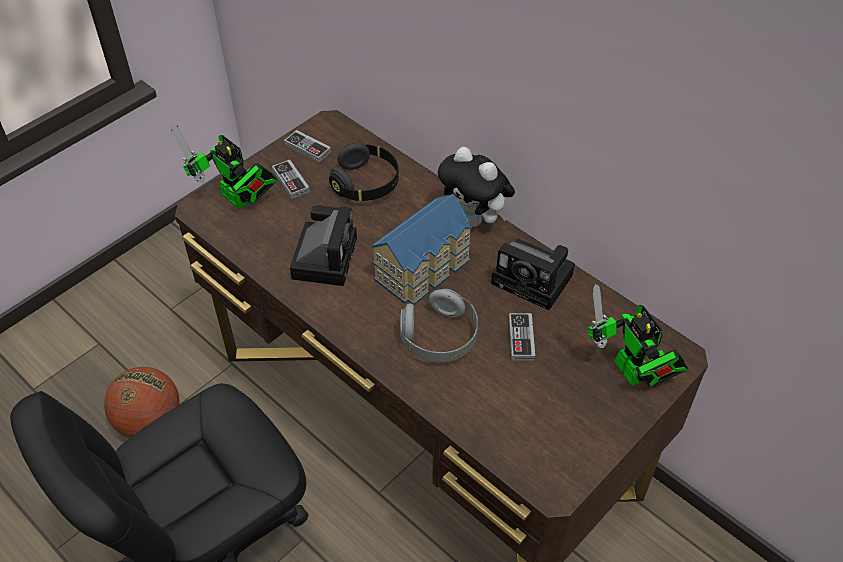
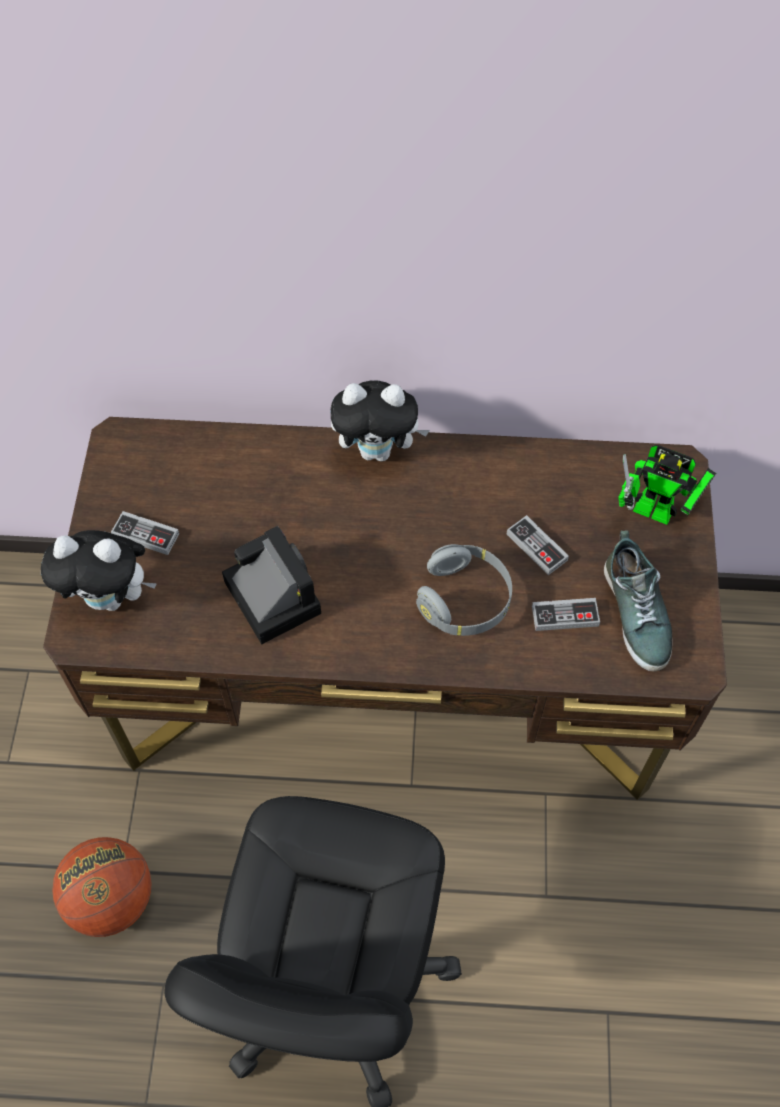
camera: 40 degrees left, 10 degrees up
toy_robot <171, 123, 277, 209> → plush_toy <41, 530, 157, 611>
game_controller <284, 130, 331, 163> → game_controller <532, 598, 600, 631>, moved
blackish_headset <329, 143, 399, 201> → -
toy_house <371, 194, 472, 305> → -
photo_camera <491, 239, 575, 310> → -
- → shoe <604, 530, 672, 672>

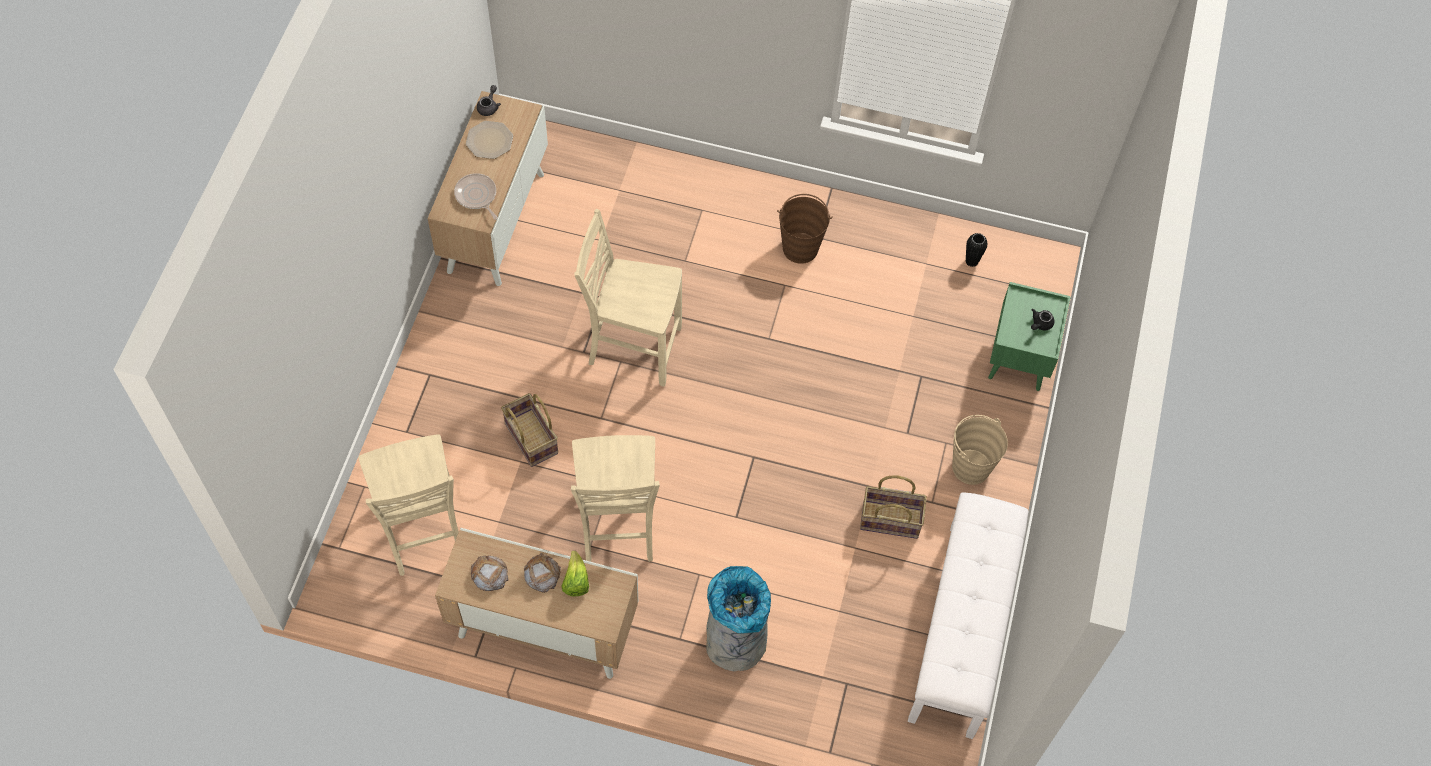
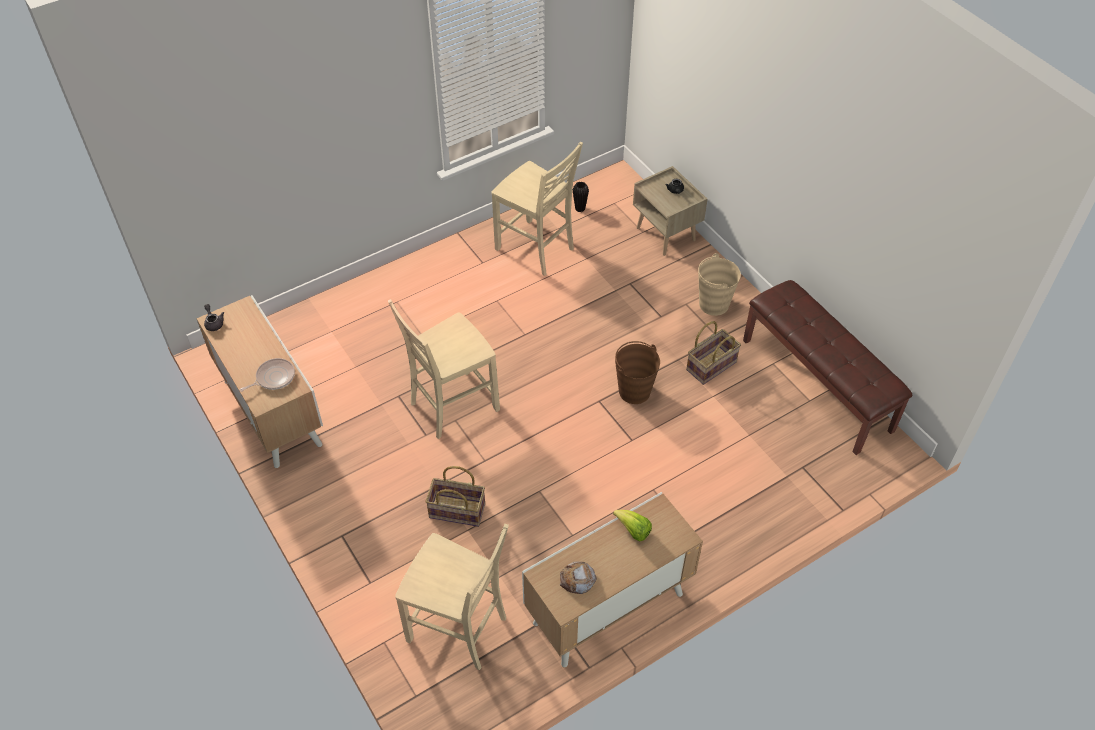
camera: 45 degrees left, 10 degrees down
flat_dish <466, 121, 513, 159> → -
frying_pan <454, 173, 498, 220> → frying_pan <239, 358, 295, 392>, 135 degrees clockwise
brown_bucket <777, 194, 833, 264> → brown_bucket <615, 341, 660, 404>, moved
green_night_table <988, 282, 1071, 391> → beige_night_table <633, 166, 708, 256>
beige_chair <571, 435, 660, 562> → beige_chair <491, 142, 583, 276>, moved
whitish_bench <908, 492, 1029, 739> → brown_bench <743, 280, 912, 455>
baked_bread <524, 553, 561, 593> → -
greyish_waste_bin <706, 566, 771, 671> → -

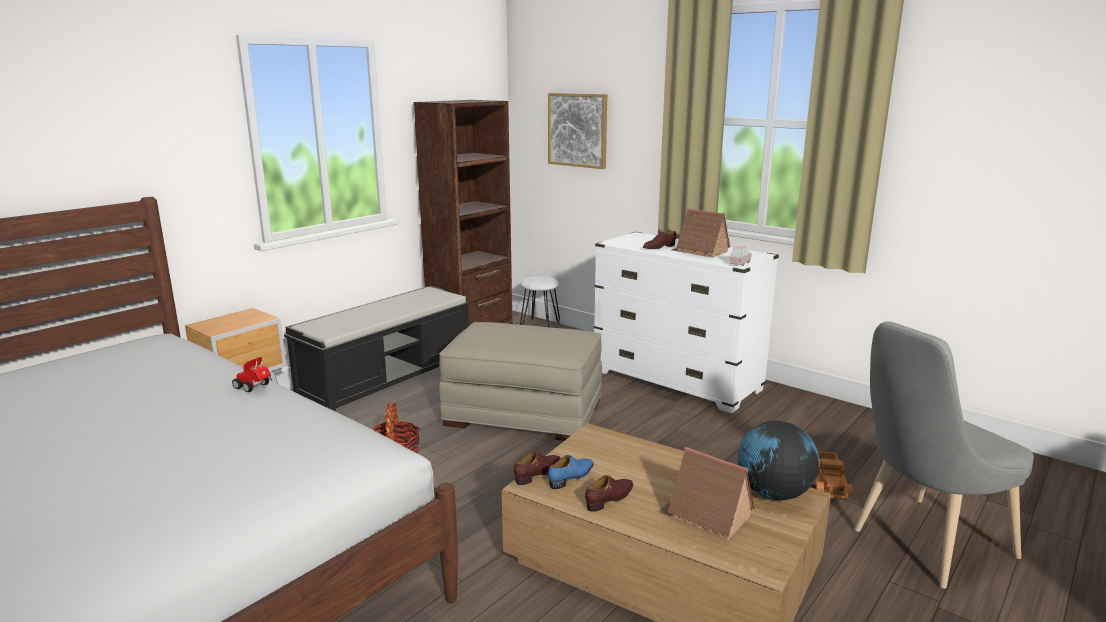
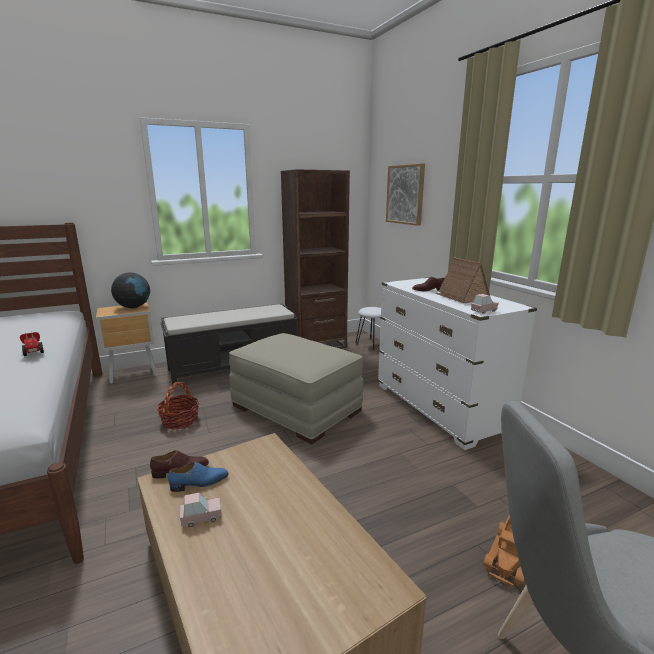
camera: 25 degrees right, 0 degrees up
globe <738, 421, 819, 500> → globe <111, 272, 150, 309>, moved
toy_house <659, 447, 755, 541> → -
brown_shoe <585, 475, 633, 512> → pink-coloured_miniature_car <180, 493, 221, 527>

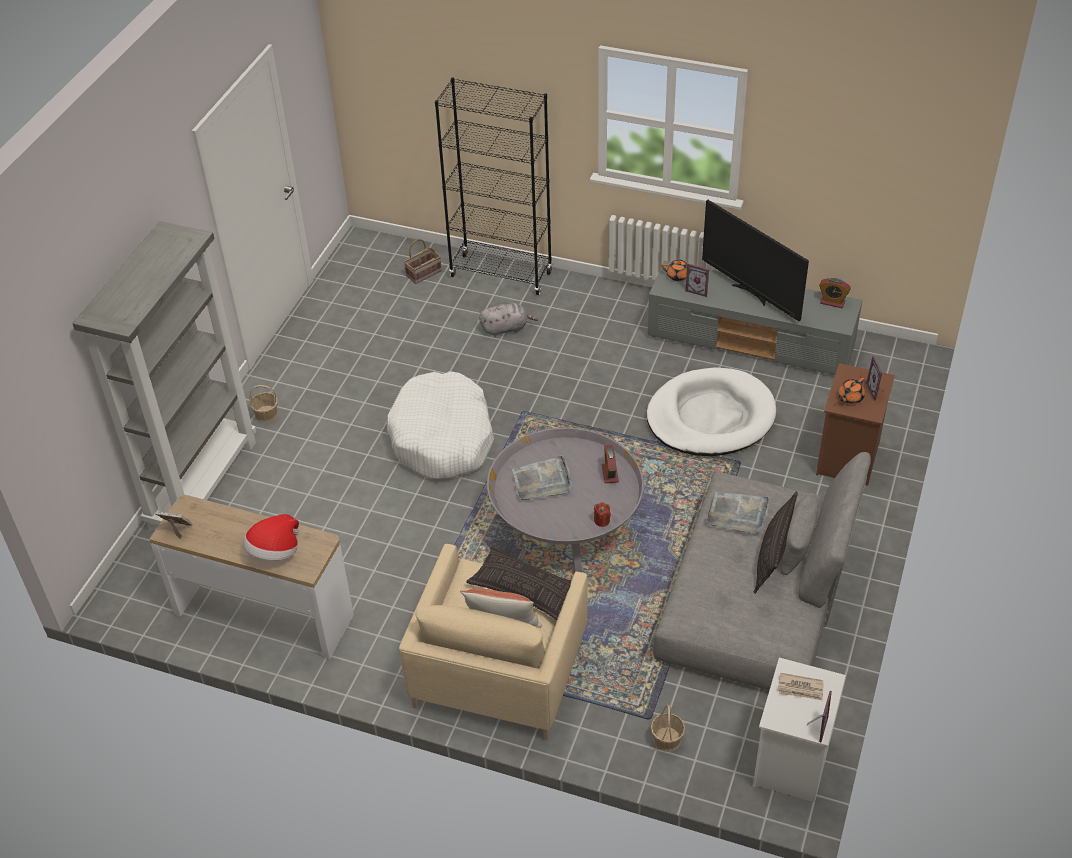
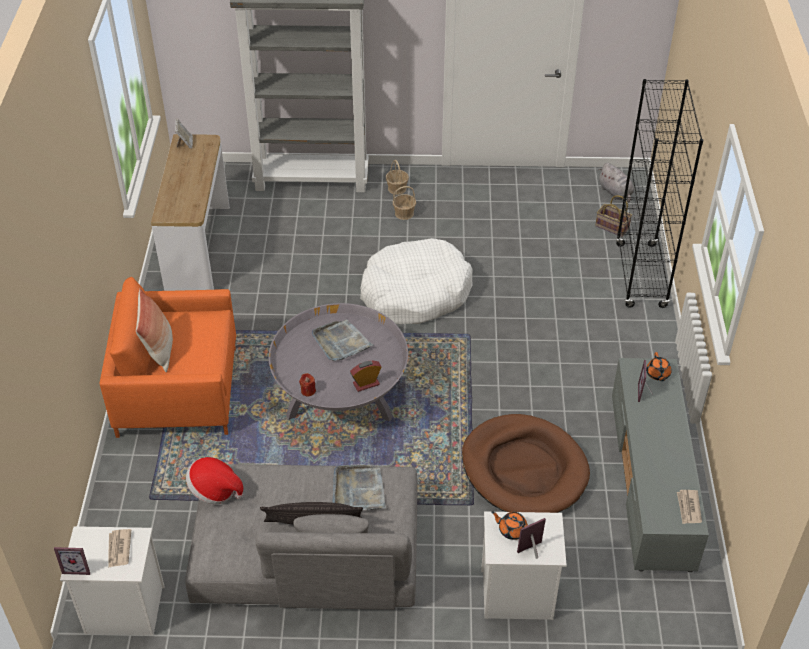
camera: 70 degrees right, 0 degrees up
TV <702, 200, 809, 321> → -
table_clock <819, 278, 851, 308> → daily_paper <677, 490, 702, 524>
greyish_plush_toy <479, 303, 538, 337> → greyish_plush_toy <599, 163, 634, 203>, moved
brown_night_table <816, 363, 895, 486> → whitish_night_table <481, 511, 567, 620>
whitish_dog_bed <647, 368, 776, 456> → brown_dog_bed <462, 414, 590, 513>
hat <243, 514, 299, 561> → hat <186, 457, 243, 504>, moved
beige_armchair <399, 544, 588, 740> → orangey_armchair <99, 277, 236, 438>
throw_pillow <466, 547, 571, 620> → -
basket <651, 705, 685, 752> → basket <392, 186, 416, 220>, moved

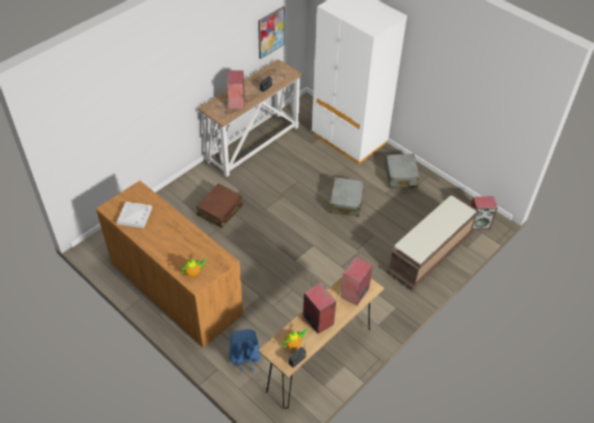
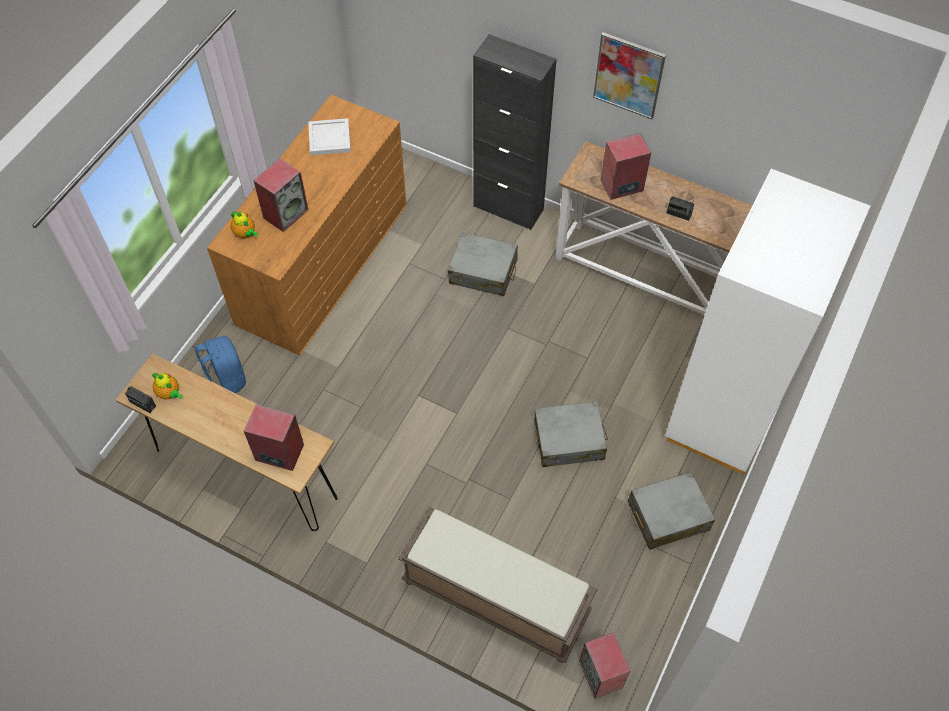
camera: 75 degrees right, 10 degrees up
wall_art <258, 6, 285, 59> → wall_art <593, 32, 666, 119>, moved
brown_suitcase <196, 183, 243, 228> → greyish_suitcase <448, 233, 518, 296>
speaker <303, 283, 336, 334> → speaker <254, 158, 308, 232>, moved
- → blackish_cupboard <473, 34, 557, 230>

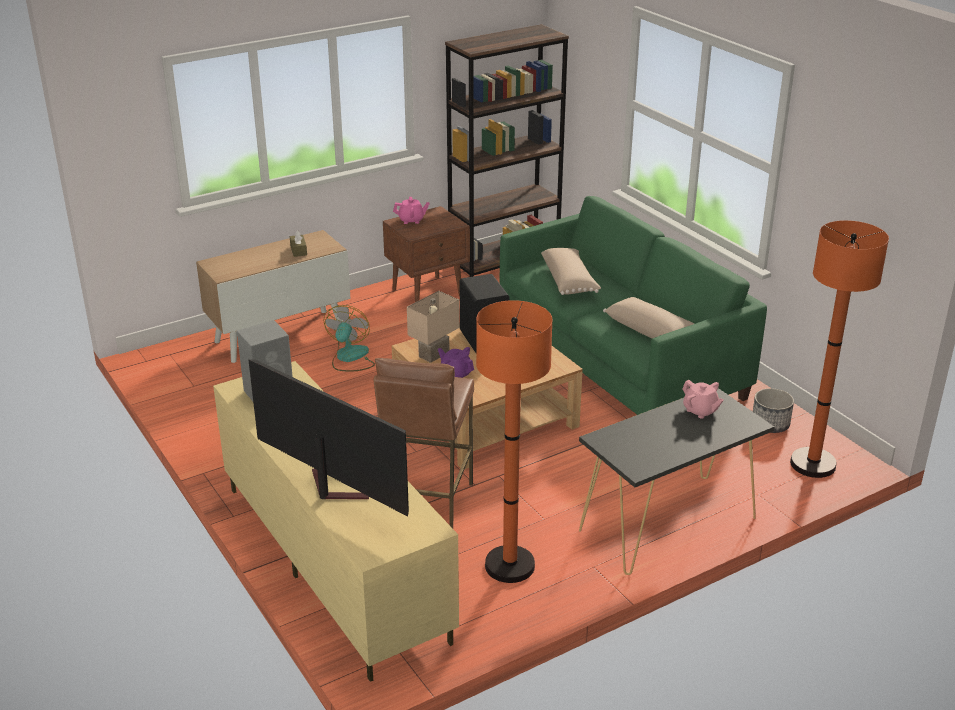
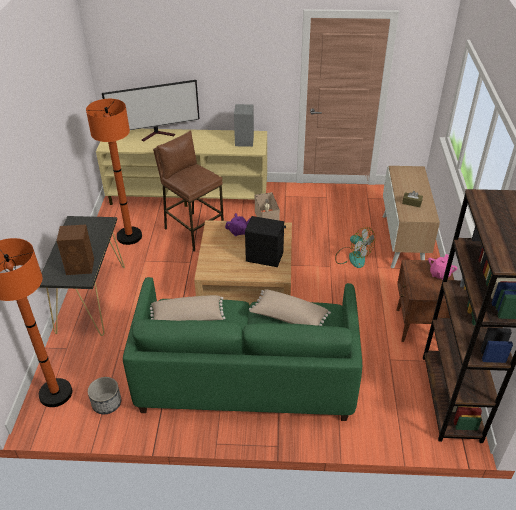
camera: 125 degrees right, 10 degrees up
pink-coloured_teapot <683, 380, 724, 419> → brown_speaker <57, 225, 94, 275>

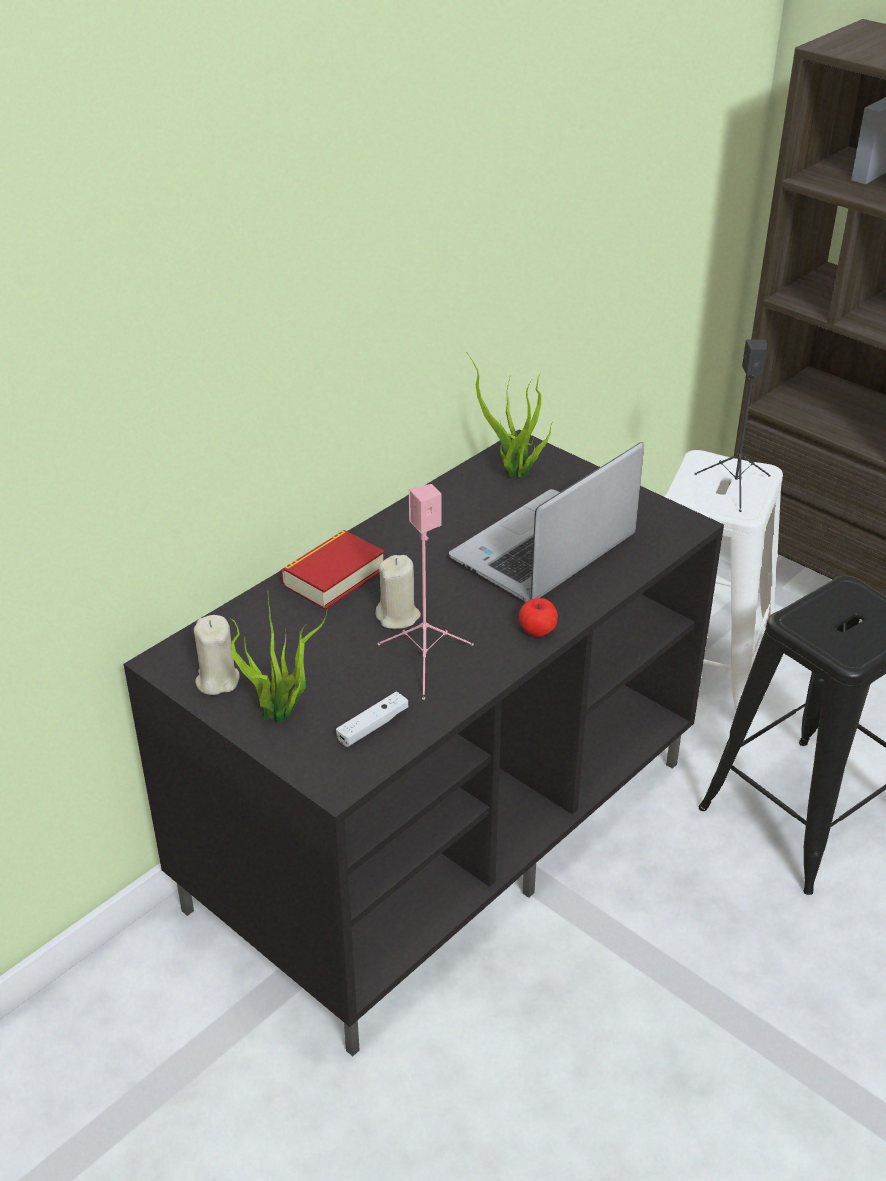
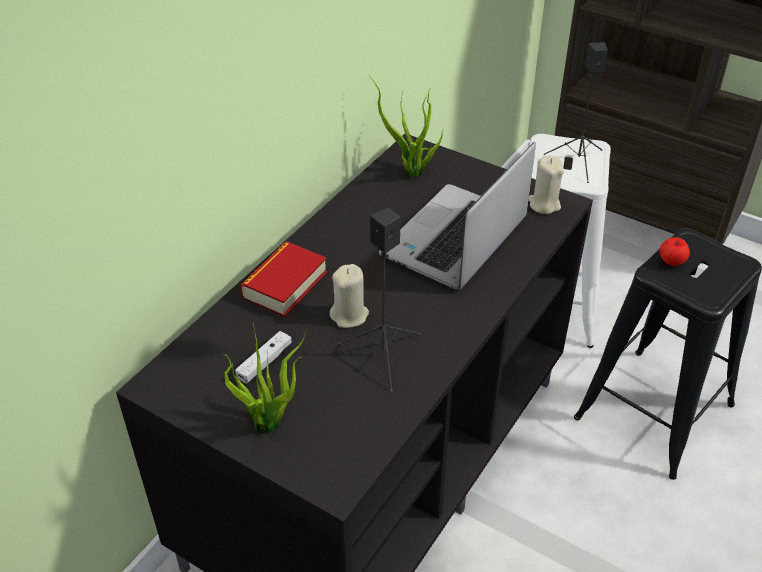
camera: 10 degrees left, 5 degrees up
pink-coloured_speaker <377, 484, 474, 700> → blackish_speaker <338, 208, 421, 393>
apple <519, 598, 558, 637> → apple <660, 237, 690, 266>, moved
beige_wax_light <194, 615, 240, 695> → beige_wax_light <529, 155, 564, 214>, moved
whitish_game_controller <336, 691, 409, 747> → whitish_game_controller <235, 331, 292, 384>, moved

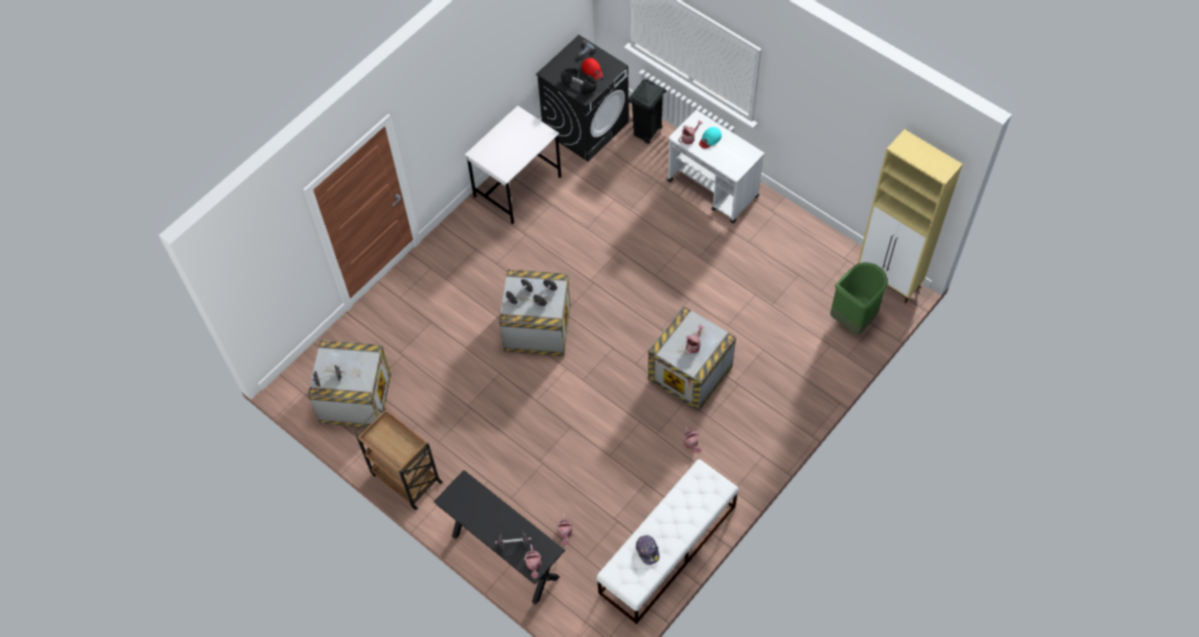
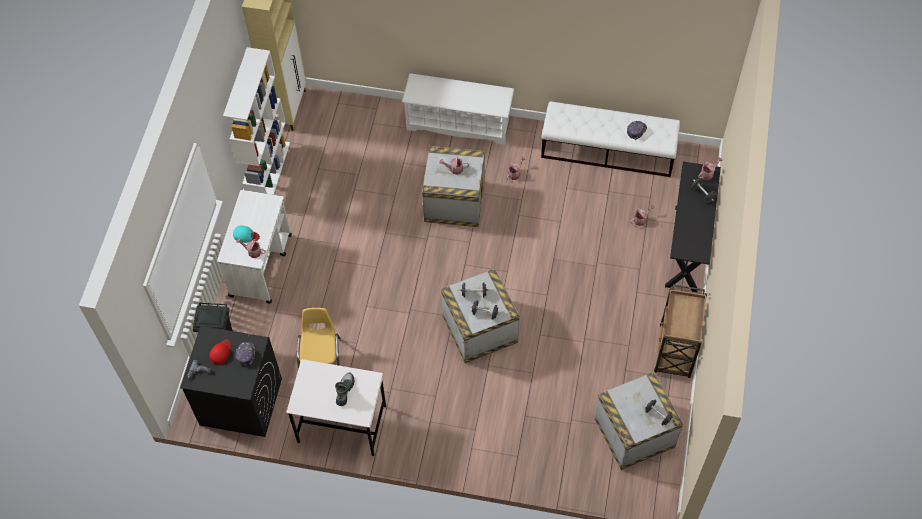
camera: 120 degrees left, 0 degrees up
blackish_dumbbell <561, 67, 597, 95> → cap <235, 342, 255, 366>
green_waste_bin <830, 262, 888, 335> → -
- → whitish_bookcase <223, 47, 290, 195>
- → whitish_shoe_stand <402, 73, 514, 145>
- → yellow_chair <297, 308, 340, 369>
- → boot <335, 373, 354, 406>

